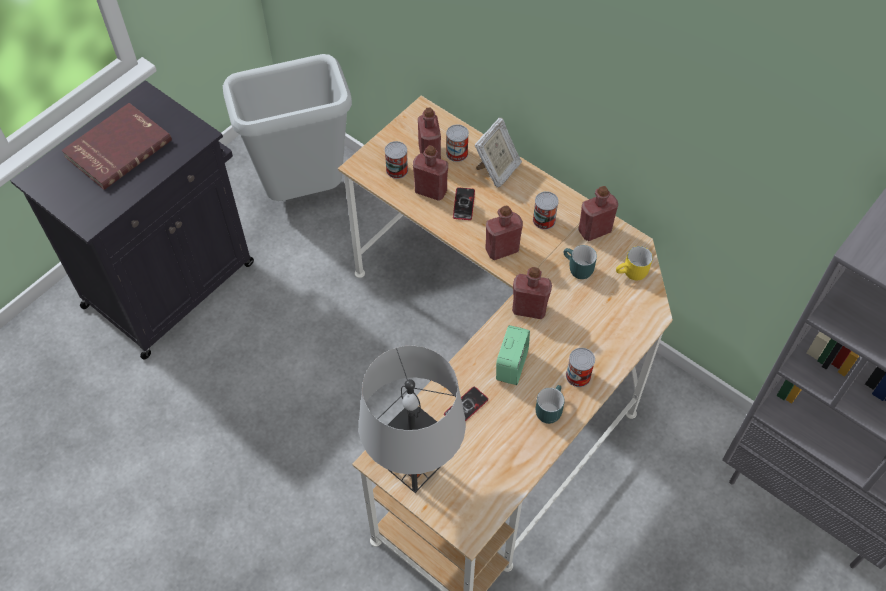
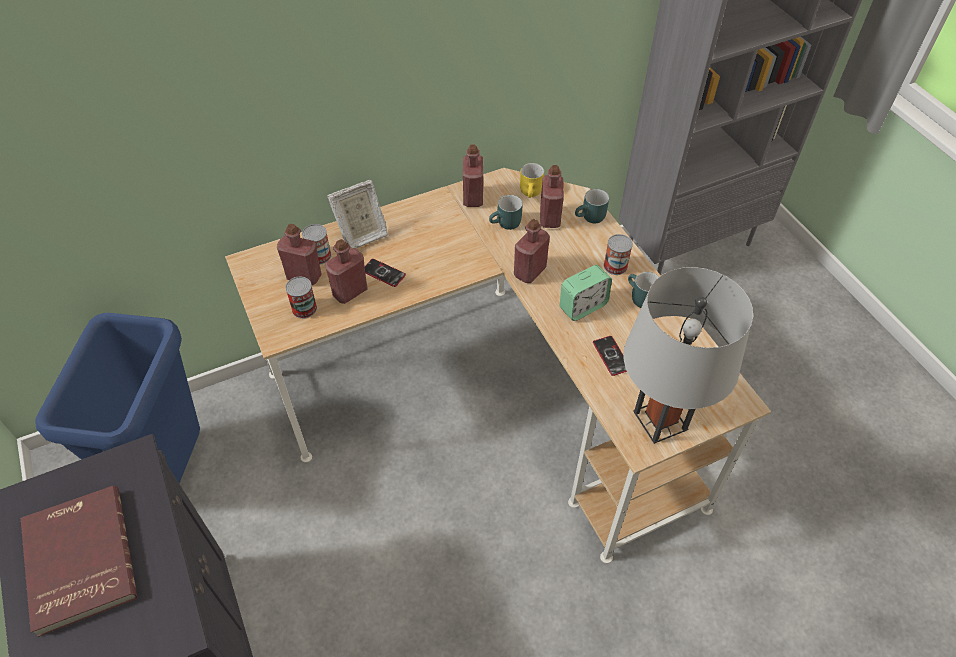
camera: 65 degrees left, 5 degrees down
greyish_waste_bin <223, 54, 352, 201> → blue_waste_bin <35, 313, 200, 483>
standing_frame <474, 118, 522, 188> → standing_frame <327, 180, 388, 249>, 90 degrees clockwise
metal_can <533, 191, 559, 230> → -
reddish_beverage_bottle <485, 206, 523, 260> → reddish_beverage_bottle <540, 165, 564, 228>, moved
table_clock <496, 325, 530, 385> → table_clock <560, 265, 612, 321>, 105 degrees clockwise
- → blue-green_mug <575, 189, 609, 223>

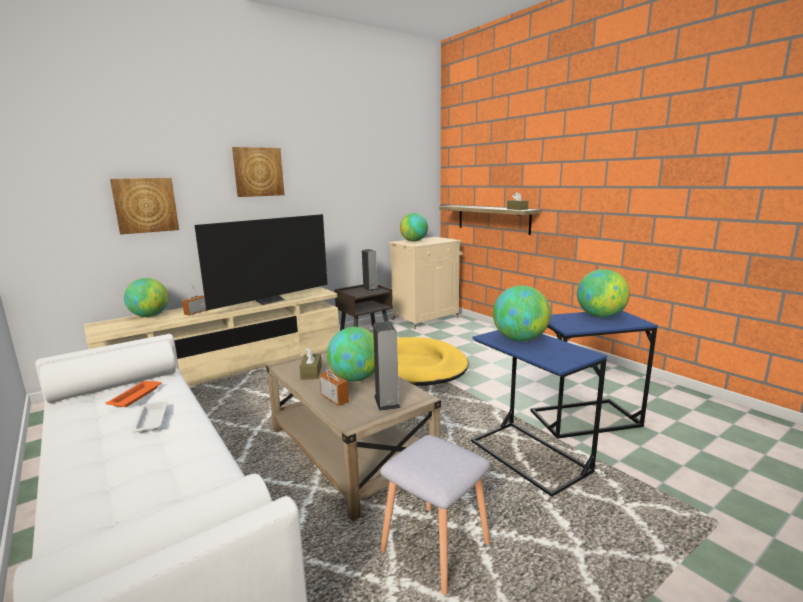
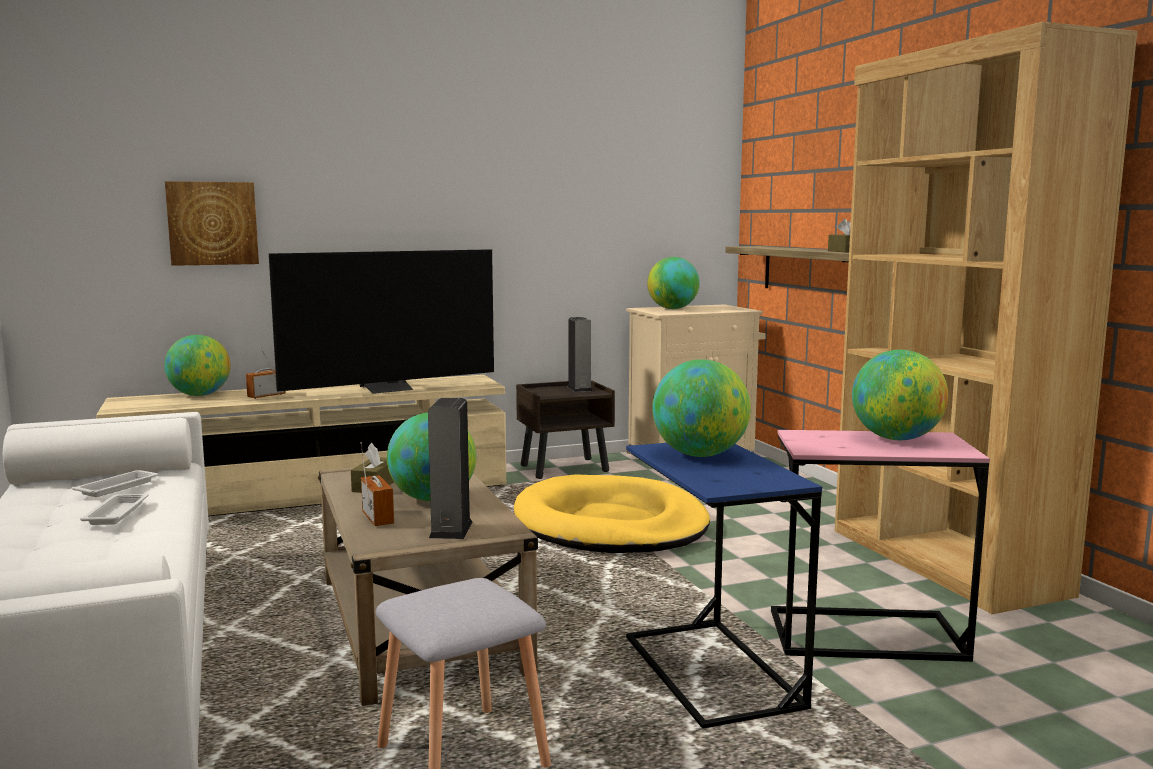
camera: 15 degrees right, 5 degrees down
wall_art <232, 147, 284, 197> → -
blue_side_table <531, 311, 658, 438> → pink-coloured_side_table <771, 430, 990, 662>
orangey_tray <106, 381, 162, 407> → whitish_tray <72, 470, 158, 497>
- → brown_bookcase <835, 22, 1138, 614>

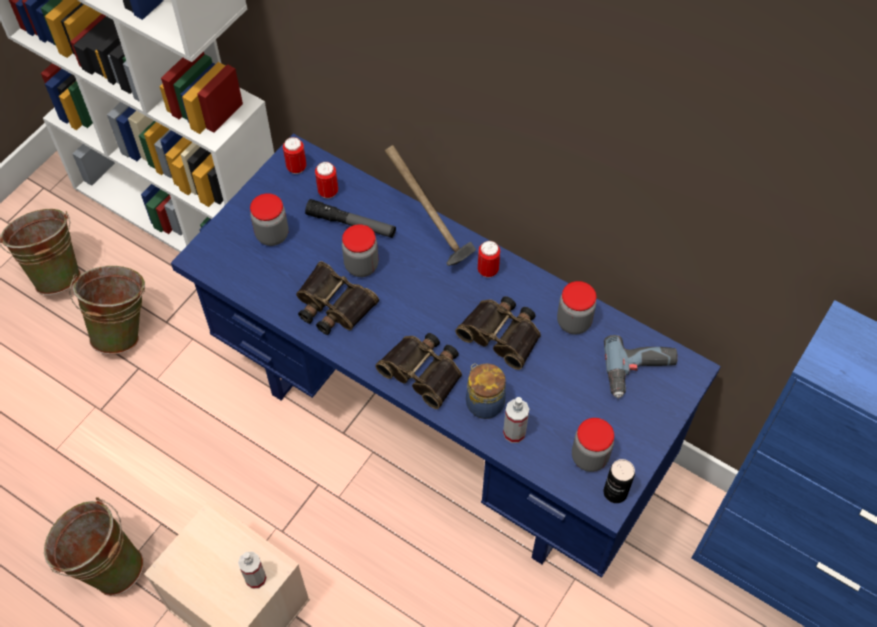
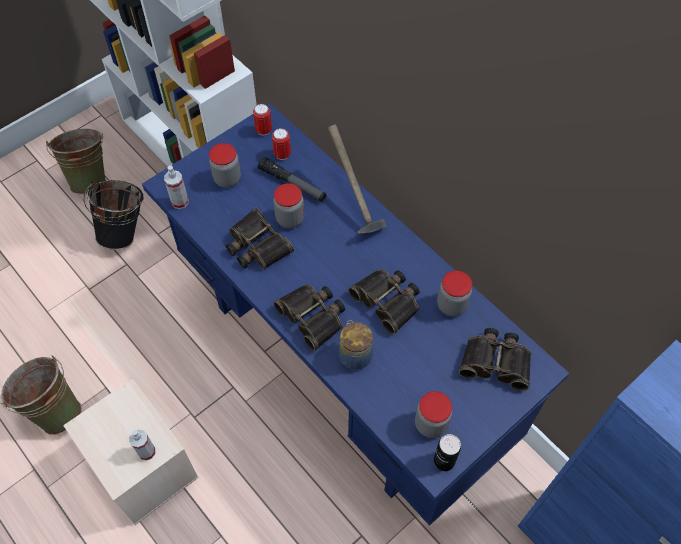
camera: 15 degrees right, 0 degrees up
metal_can <478, 241, 500, 278> → -
green_bucket <70, 266, 145, 354> → blackish_bucket <84, 180, 143, 250>
electric_drill <604, 335, 678, 399> → field_glasses <459, 328, 531, 391>
spray_bottle <503, 397, 529, 443> → spray_bottle <164, 165, 189, 209>, moved

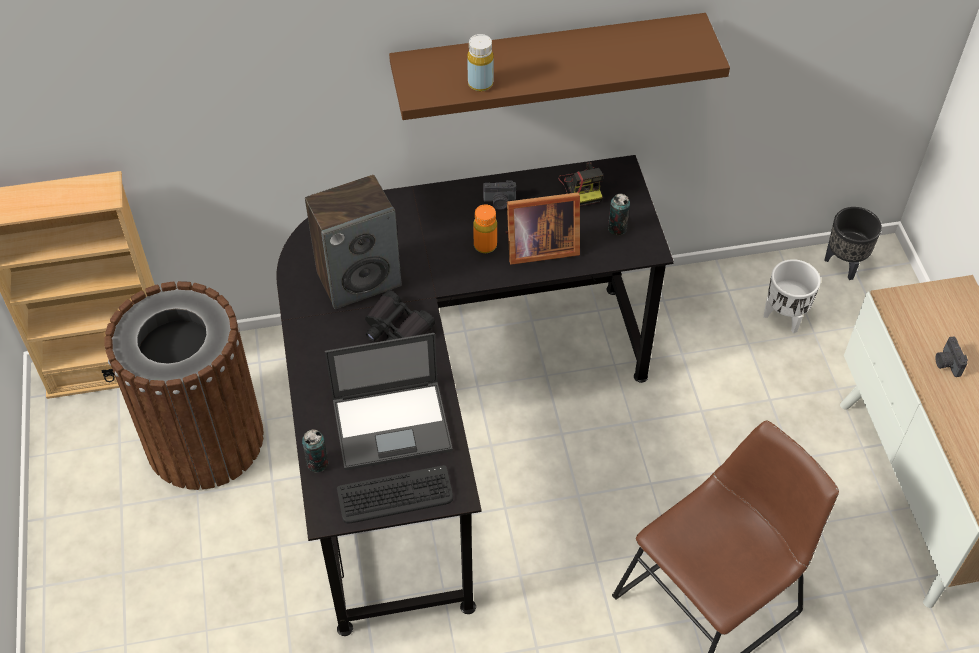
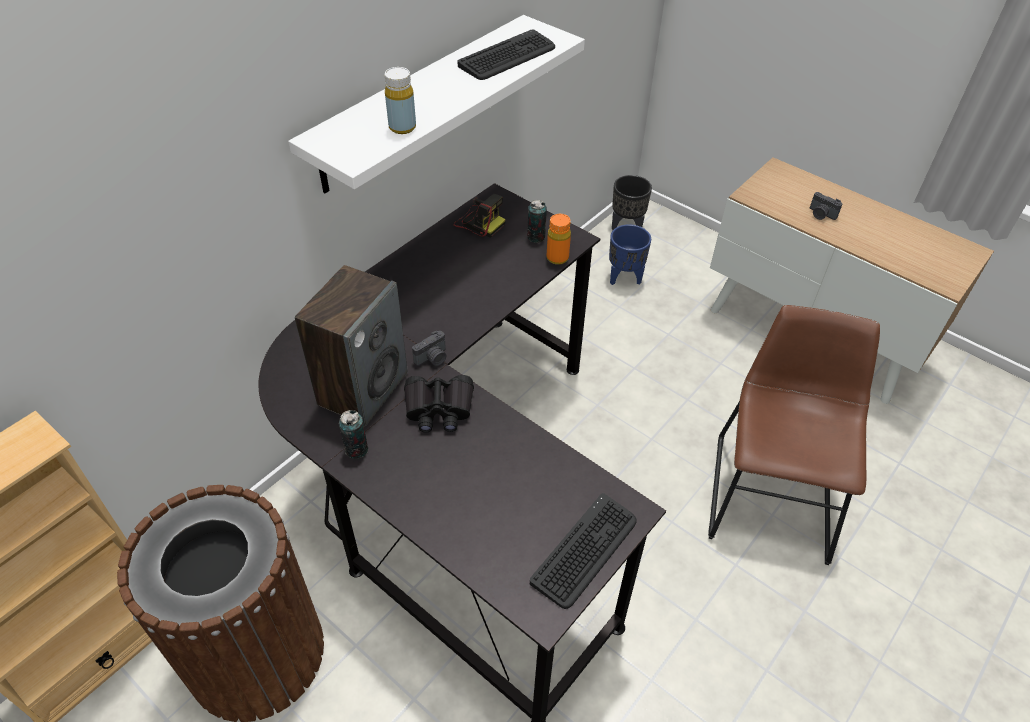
camera: 40 degrees left, 5 degrees down
brown_shelf <389, 13, 730, 120> → whitish_shelf <288, 15, 585, 193>
photo_camera <483, 180, 516, 210> → photo_camera <412, 331, 447, 366>, moved
standing_frame <505, 192, 580, 265> → -
orangey_beverage_bottle <473, 204, 497, 253> → orangey_beverage_bottle <547, 214, 571, 265>, moved
whitish_plant_pot <764, 259, 821, 333> → blue_plant_pot <609, 224, 651, 285>
laptop <325, 333, 453, 470> → -
metal_can <302, 430, 328, 473> → metal_can <339, 410, 368, 459>, moved
- → PC_keyboard <458, 29, 555, 80>

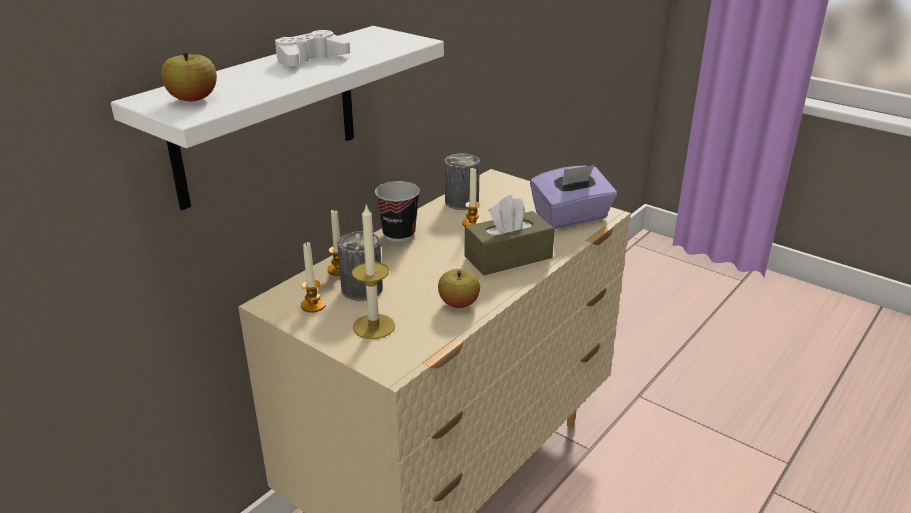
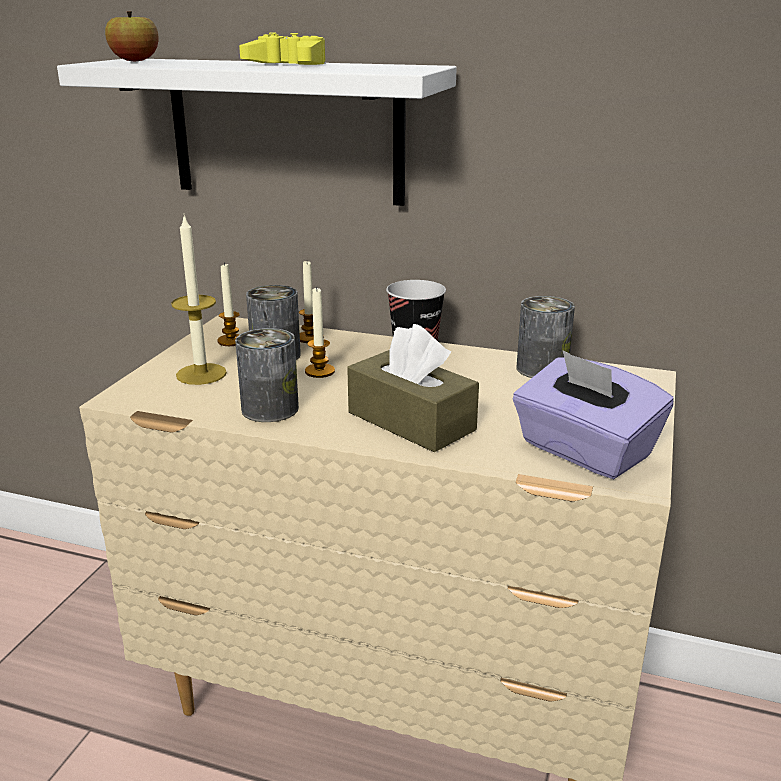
camera: 70 degrees right, 5 degrees down
whitish_game_controller <275, 30, 350, 66> → yellow_game_controller <239, 32, 326, 65>
wax_light <462, 167, 483, 227> → wax_light <305, 286, 335, 378>, moved
apple <438, 269, 480, 308> → metal_can <235, 328, 299, 422>

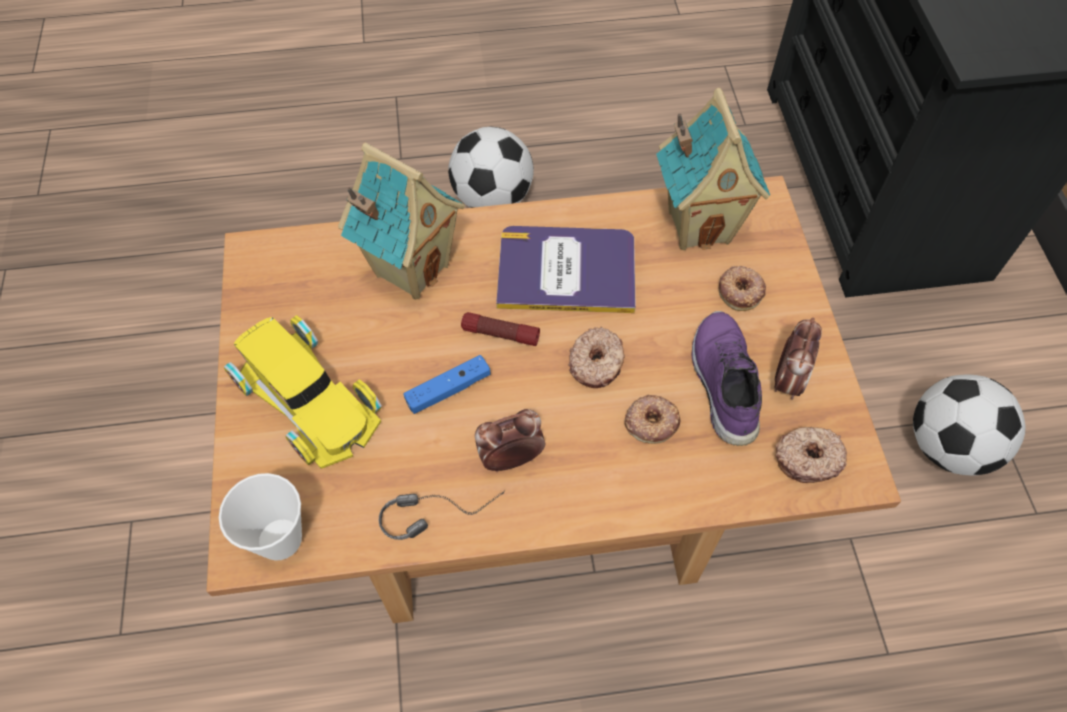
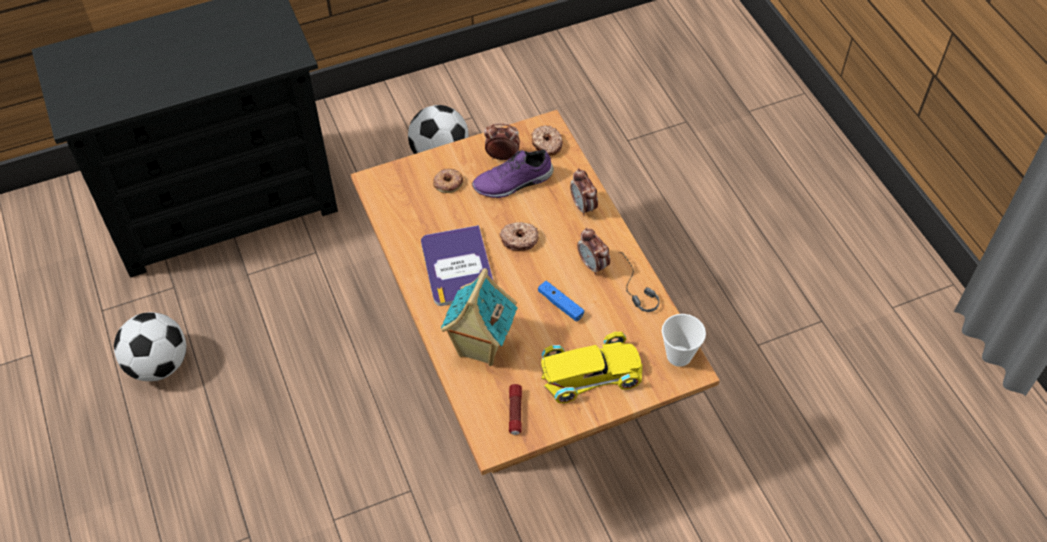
camera: 105 degrees left, 5 degrees down
toy_house <656, 88, 770, 250> → -
football_ball <448, 127, 534, 208> → football_ball <114, 312, 186, 381>, moved
torch <461, 312, 540, 346> → torch <509, 384, 522, 435>, moved
yellow_miniature_car <224, 315, 382, 469> → yellow_miniature_car <541, 332, 643, 403>, 45 degrees clockwise
doughnut <624, 395, 680, 444> → -
- → table_clock <570, 168, 598, 216>

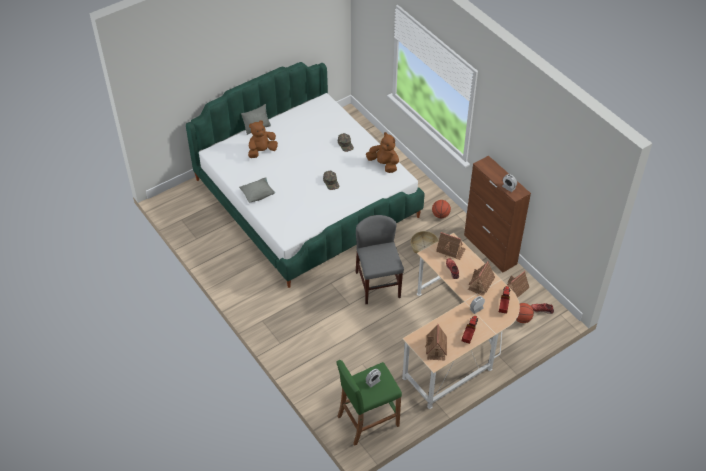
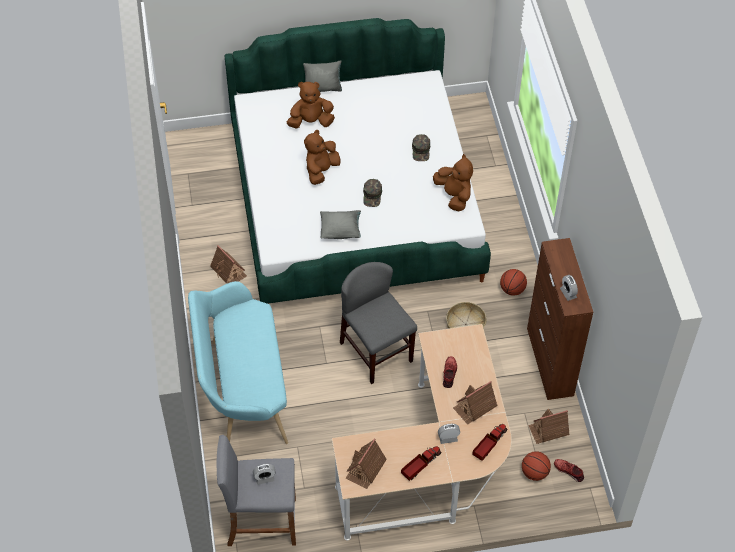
camera: 25 degrees right, 5 degrees up
greyish_throw_pillow <239, 177, 275, 203> → greyish_throw_pillow <320, 210, 361, 239>, moved
greyish_chair <356, 215, 404, 304> → greyish_chair <340, 262, 417, 384>, 45 degrees counterclockwise
toy_house <436, 232, 466, 260> → toy_house <210, 245, 247, 283>, moved
green_stool <336, 360, 402, 446> → greyish_stool <217, 435, 296, 546>
- → brown_plush_toy <304, 130, 341, 185>
- → blue-green_bench <188, 281, 288, 444>

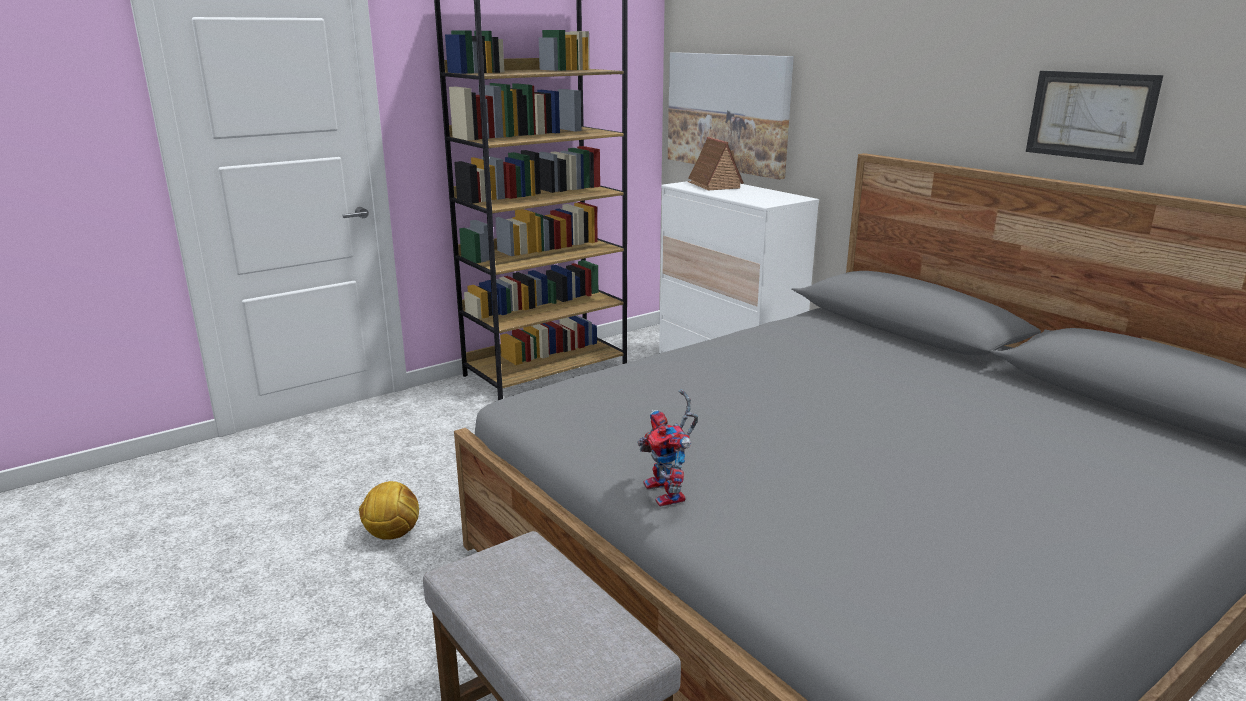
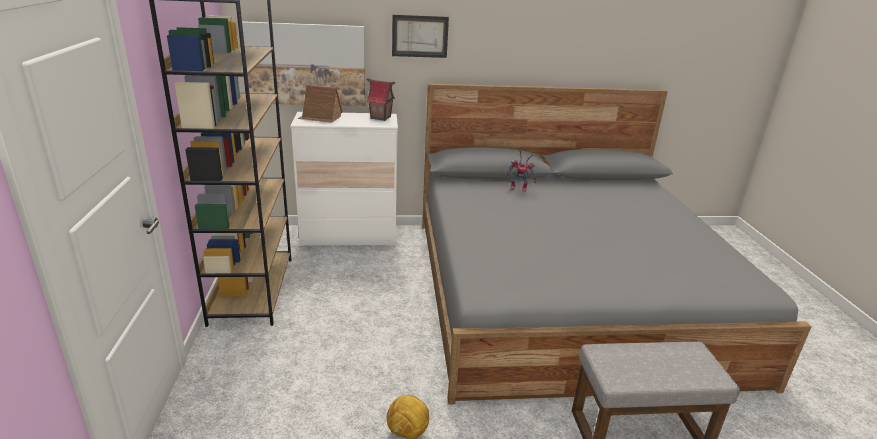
camera: 60 degrees left, 5 degrees up
wall_art <1026, 71, 1163, 165> → wall_art <392, 15, 449, 58>, moved
toy_robot <637, 389, 698, 507> → toy_robot <506, 150, 536, 192>, moved
- → toy_house <366, 78, 395, 121>

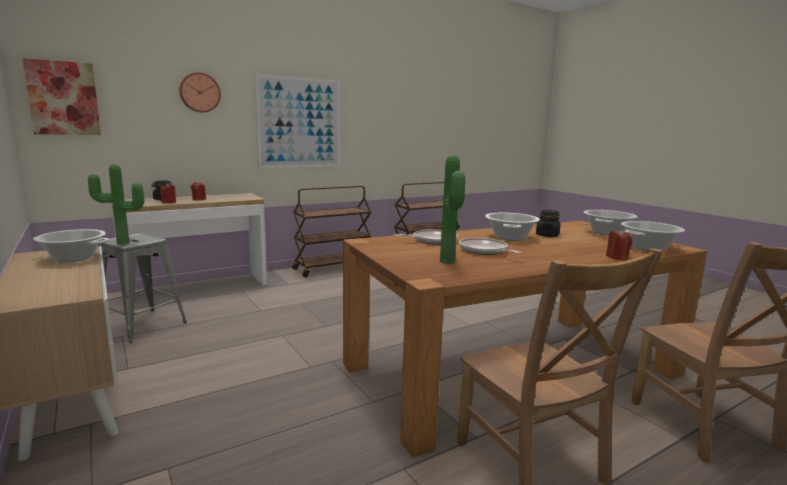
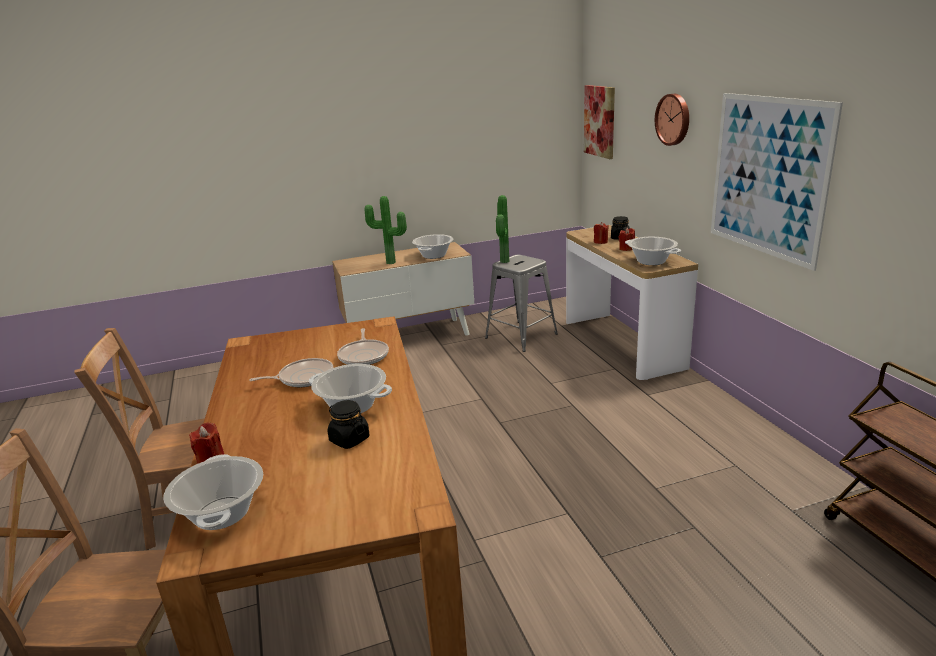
camera: 105 degrees right, 10 degrees up
potted_plant <440, 155, 465, 264> → potted_plant <364, 196, 407, 264>, moved
brown_trolley <292, 186, 371, 277> → -
cooking_pot <584, 210, 638, 236> → cooking_pot <625, 237, 681, 265>, moved

